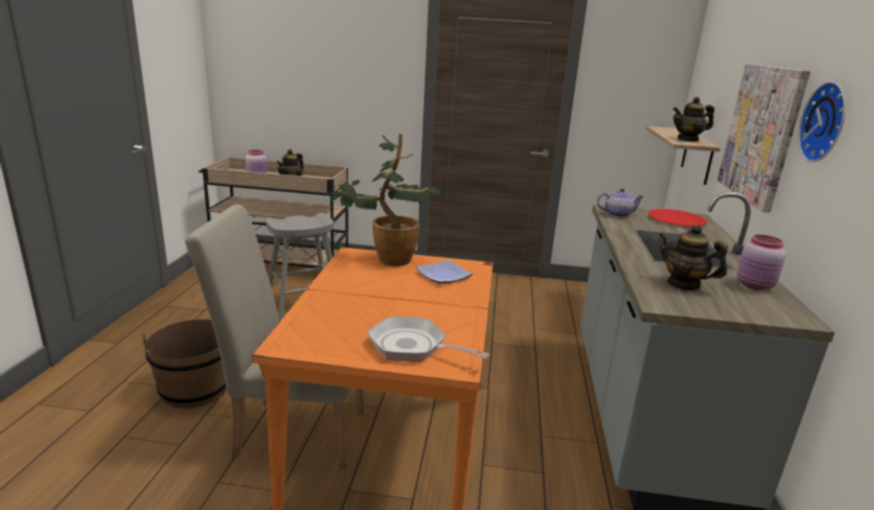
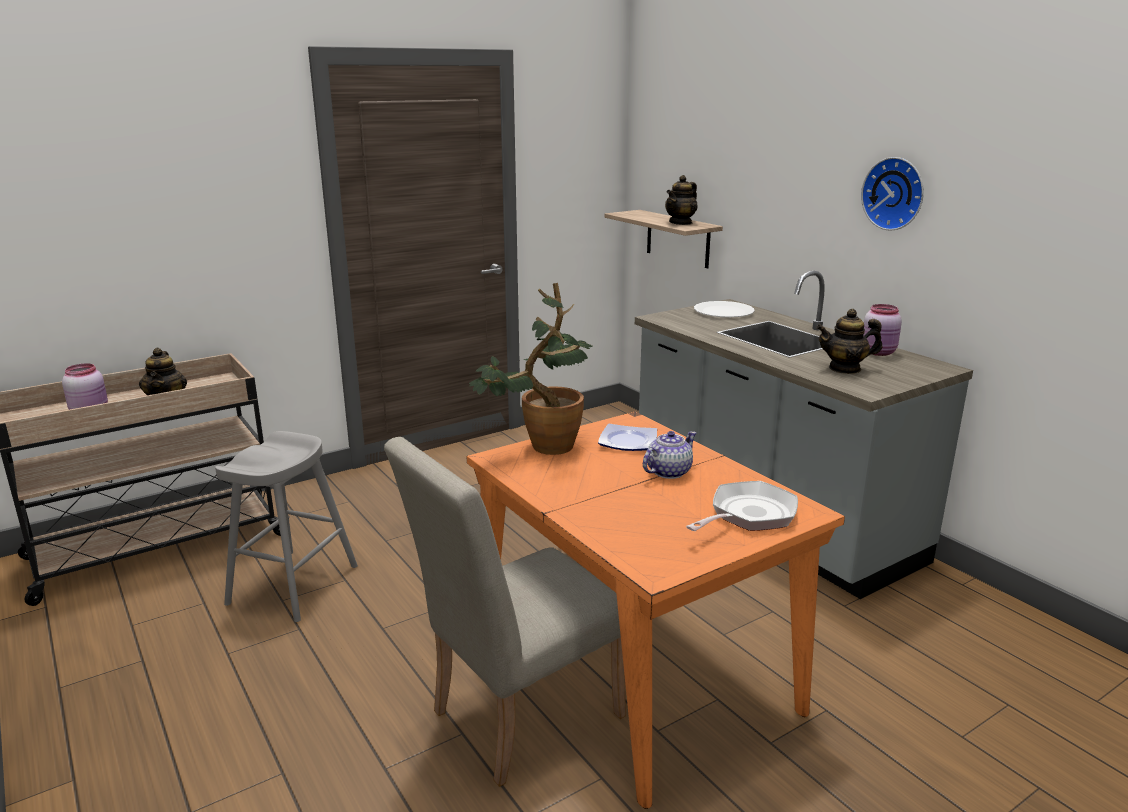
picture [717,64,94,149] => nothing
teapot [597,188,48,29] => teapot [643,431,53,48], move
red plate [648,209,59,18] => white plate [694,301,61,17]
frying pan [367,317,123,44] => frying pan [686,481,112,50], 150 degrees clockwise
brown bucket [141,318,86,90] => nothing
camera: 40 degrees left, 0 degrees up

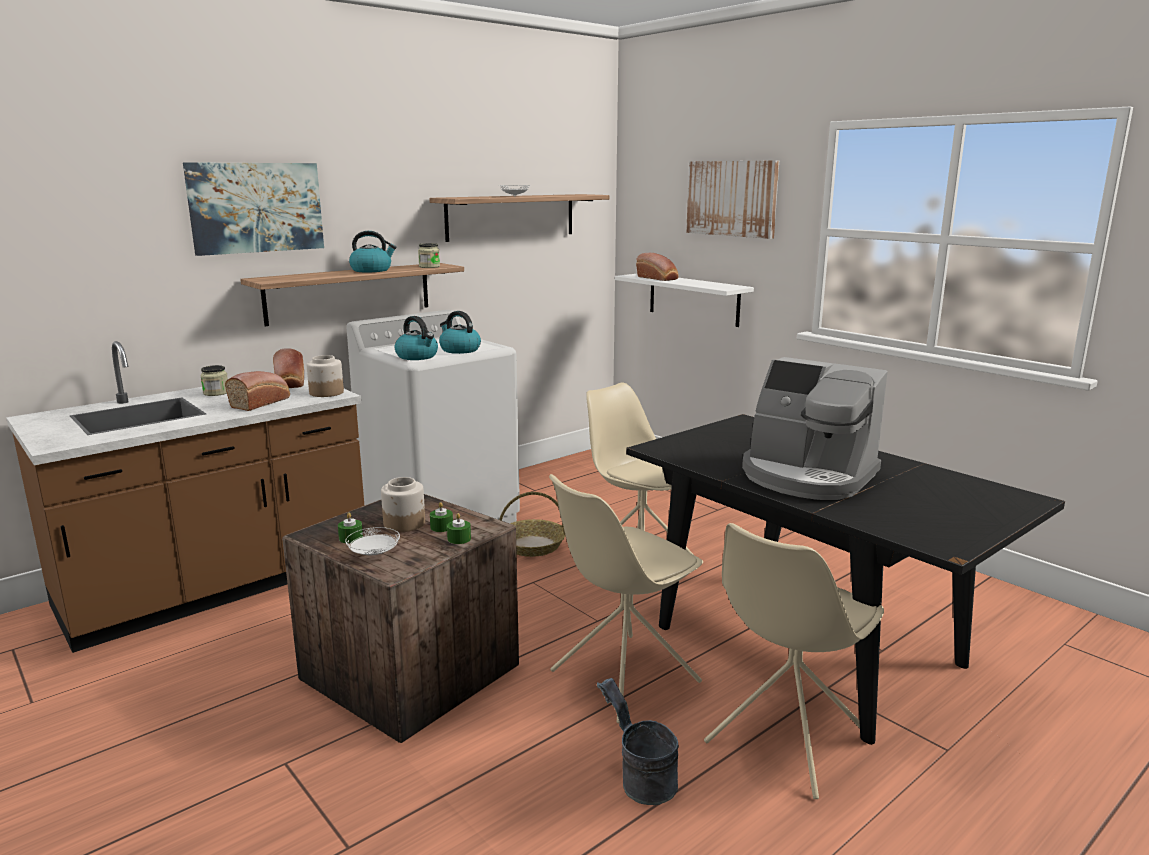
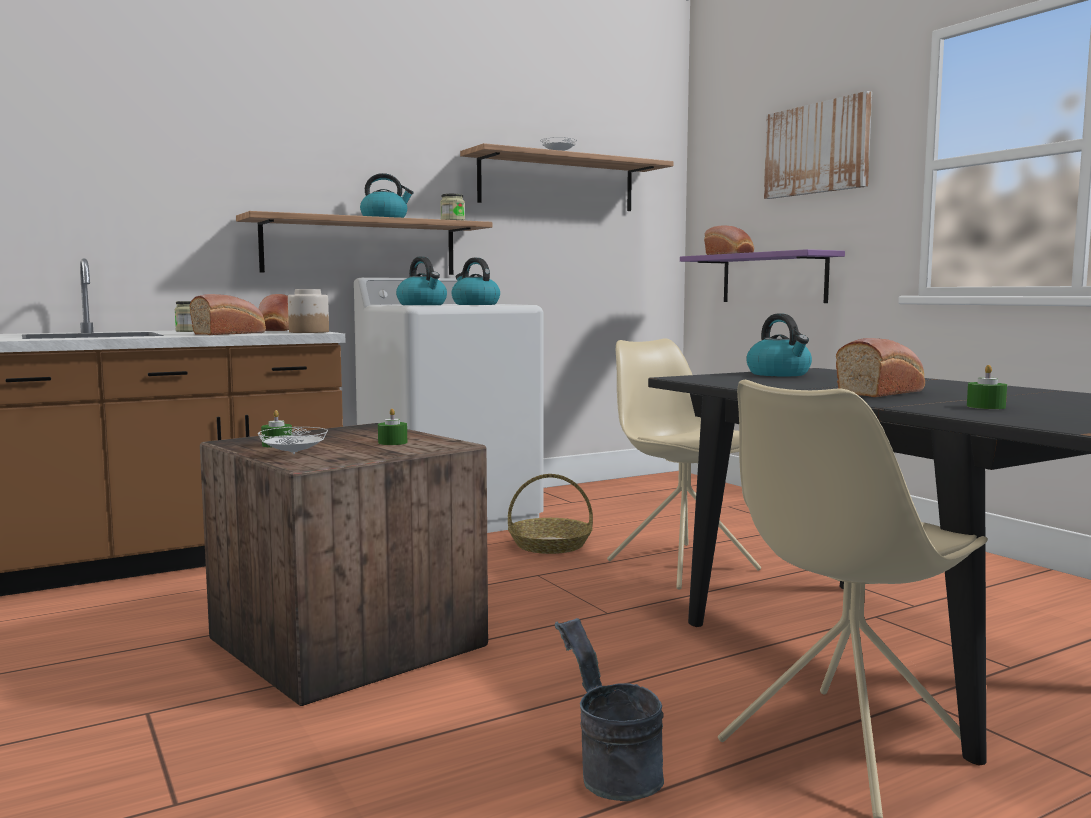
picture [183,162,141,94] => nothing
white shelf [615,274,139,53] => purple shelf [680,249,165,54]
coffee machine [742,357,146,143] => bread [836,338,89,59]
beige chair [549,474,154,249] => nothing
jar [381,477,44,55] => nothing
green candle [447,513,24,31] => green candle [967,365,40,44], move
nothing => kettle [746,313,66,63]
camera: 10 degrees right, 10 degrees down

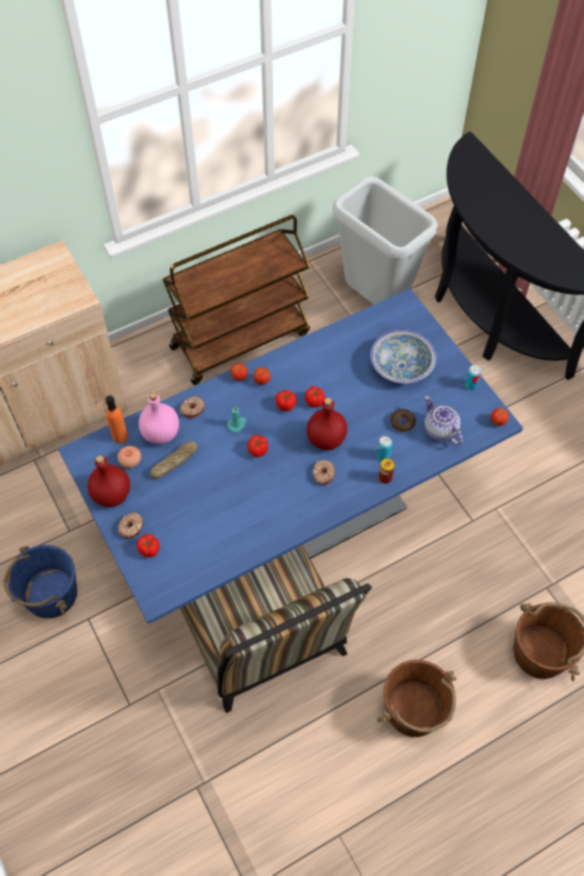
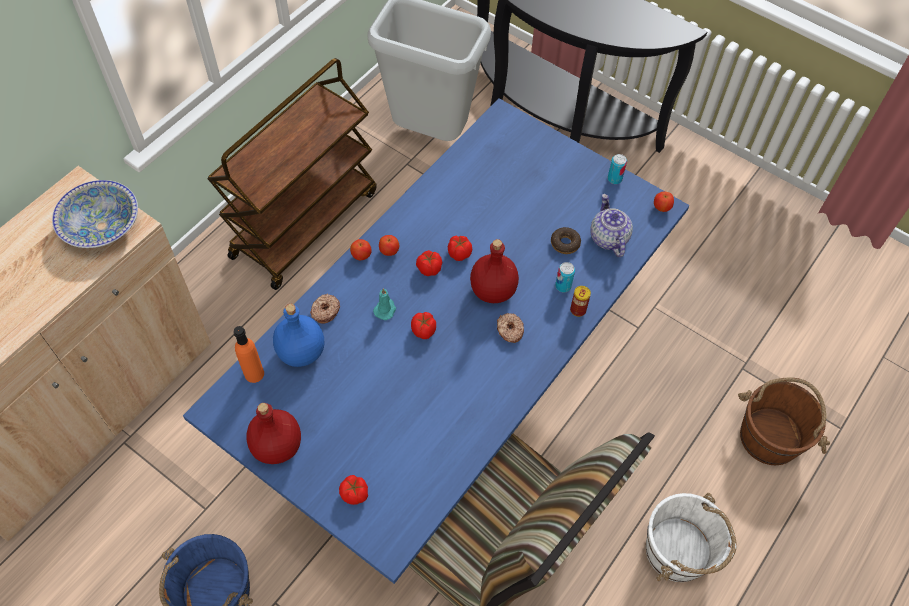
bowl [371,330,65,53] => bowl [52,180,86,68], move
pink bottle [139,392,40,52] => blue bottle [273,304,51,63]
teapot [424,396,39,49] => teapot [590,194,43,63], 45 degrees clockwise
bread [150,441,48,38] => nothing
tomato [118,446,23,22] => nothing
donut [118,512,25,27] => nothing
brown bucket [377,660,79,77] => white bucket [646,493,91,89]
camera: 25 degrees left, 0 degrees up

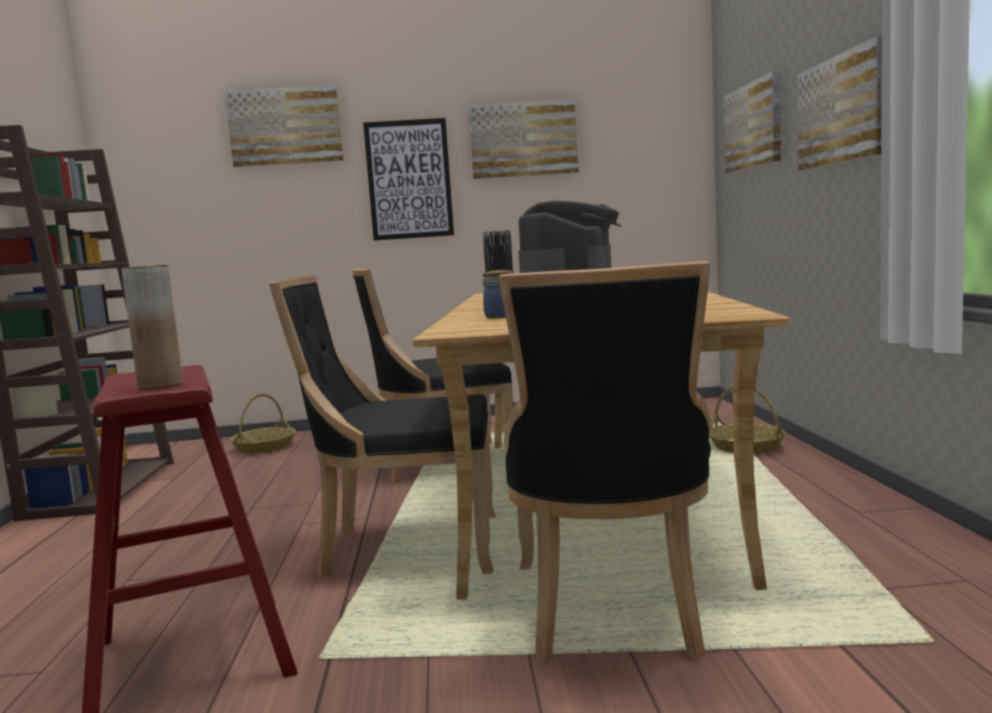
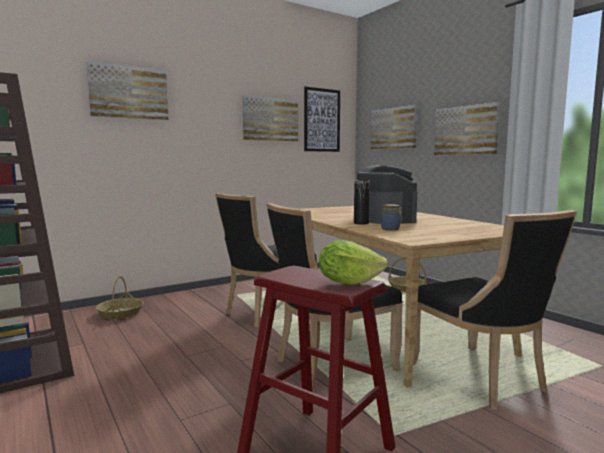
picture [363,118,91,123] => picture [304,87,36,65], move
brown vase [121,265,62,124] => lettuce [319,240,69,45]
camera: 30 degrees left, 0 degrees up

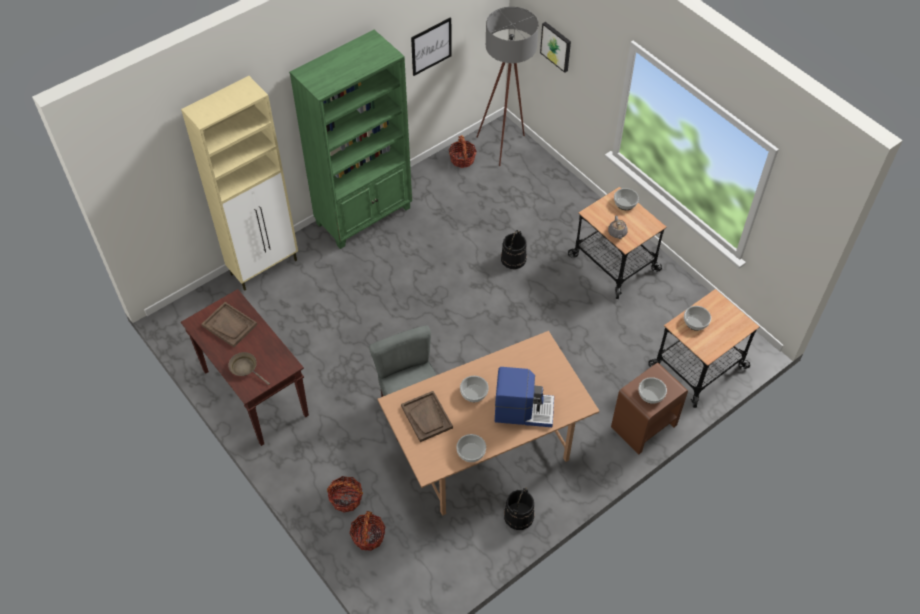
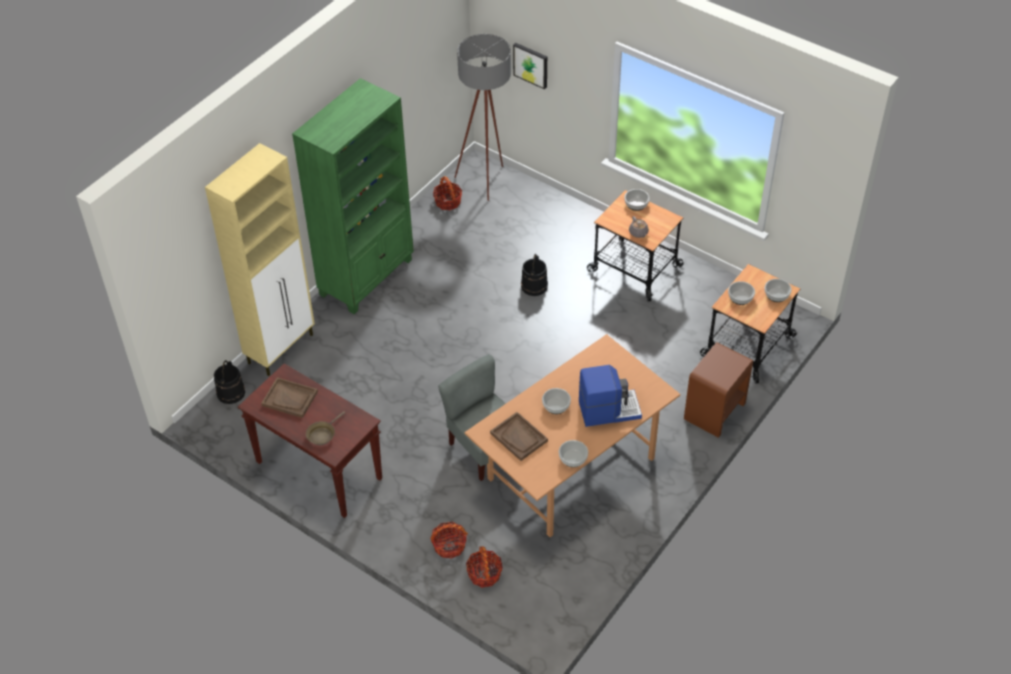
picture [411,17,41,59] => nothing
brown frying pan [228,352,42,33] => brown frying pan [306,411,39,34], 75 degrees counterclockwise
bowl [639,377,28,27] => bowl [765,279,27,23], move
black bucket [504,487,30,43] => black bucket [214,360,31,44], move
camera: 15 degrees left, 5 degrees down

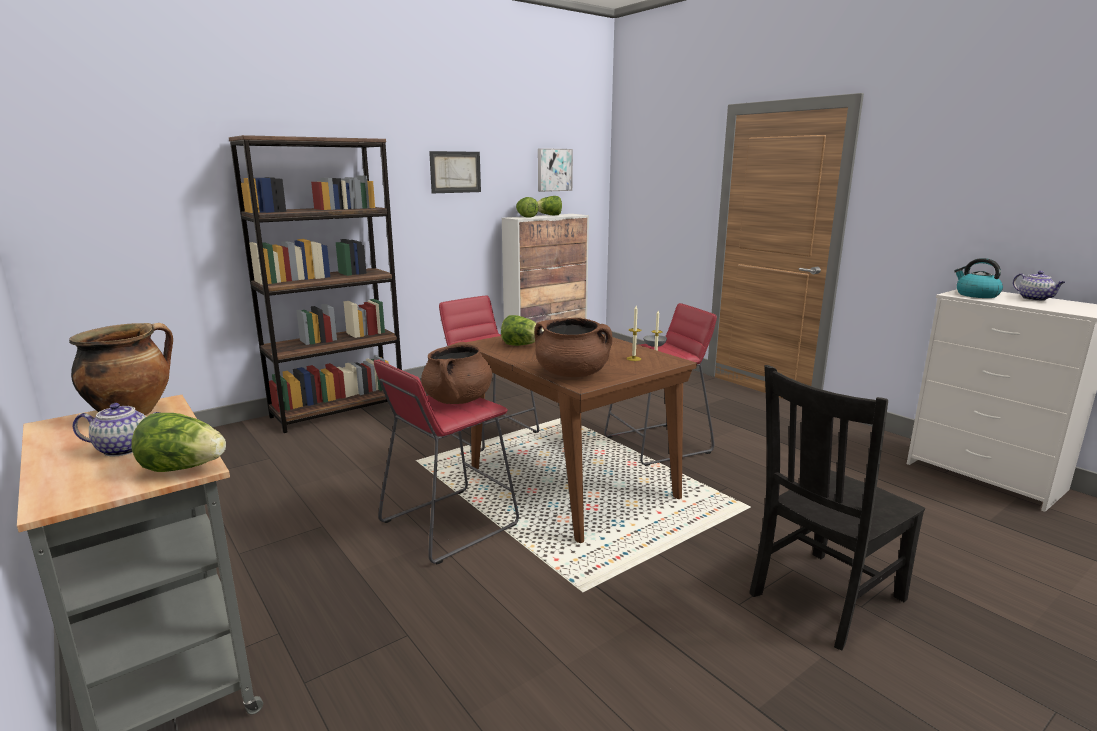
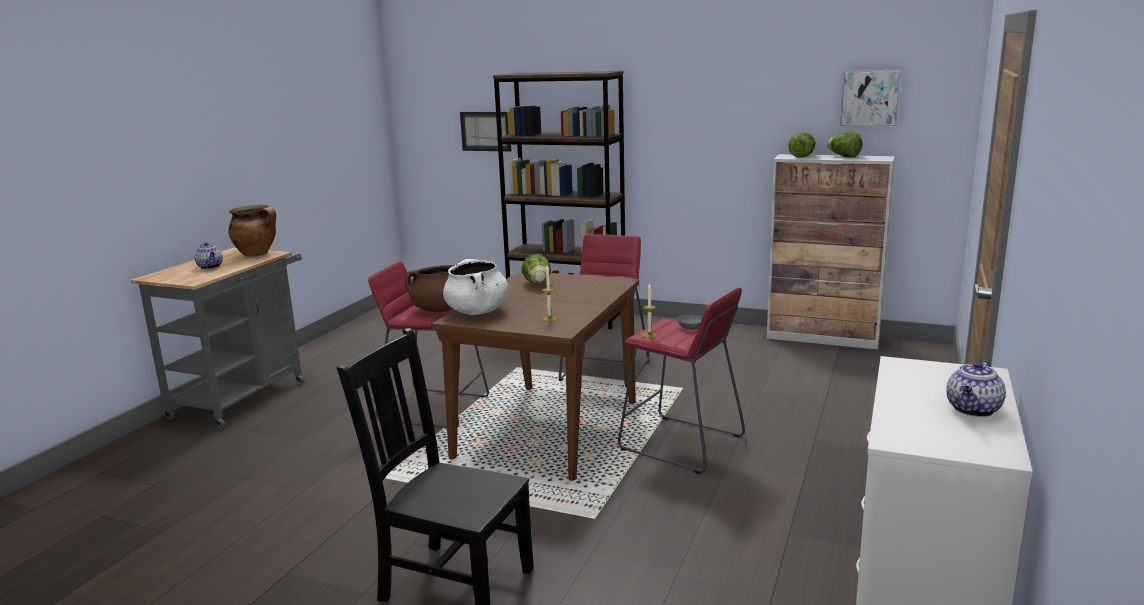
picture [429,151,52,42] => picture [460,112,51,40], move
kettle [954,258,49,40] => nothing
brown cooking pot [535,318,78,59] => white cooking pot [443,259,65,56]
lettuce [131,413,95,59] => nothing
camera: 60 degrees right, 0 degrees up

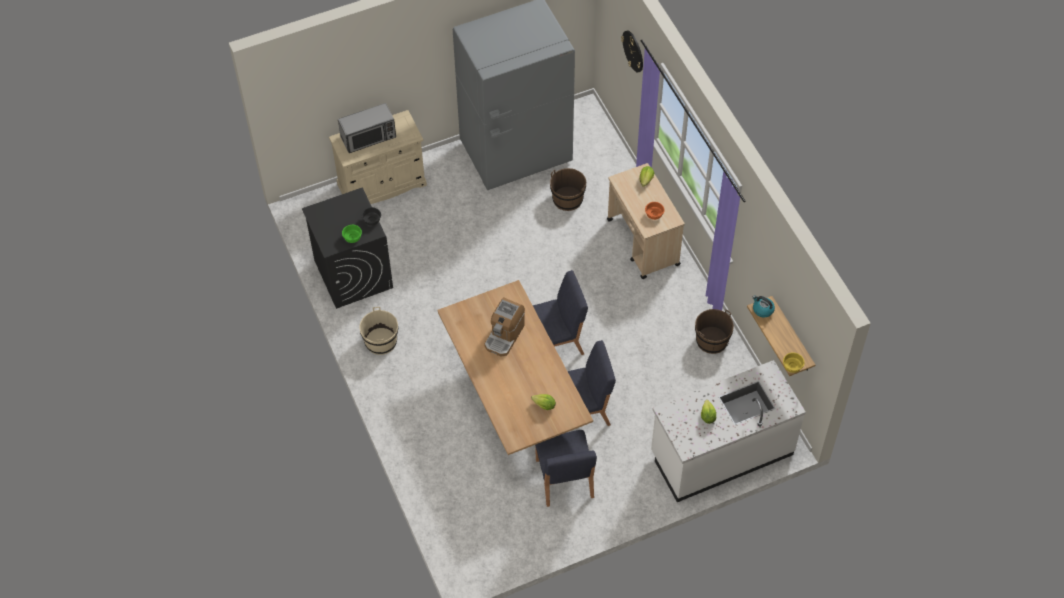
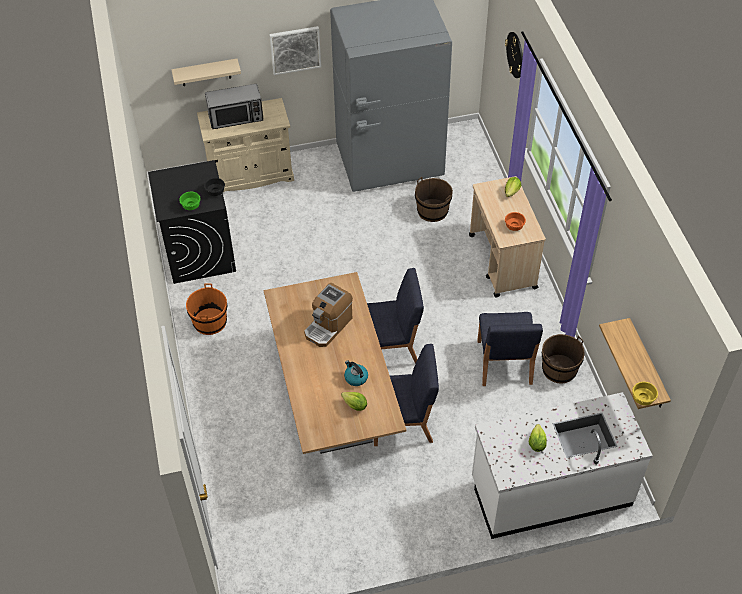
kettle [752,295,23,22] => kettle [344,360,24,26], move
beige bucket [360,307,38,48] => orange bucket [186,283,41,52]
blue chair [535,430,62,77] => blue chair [477,312,66,74], move
nothing => picture [269,26,52,49]
nothing => beige shelf [171,59,70,27]
camera: 10 degrees right, 5 degrees down

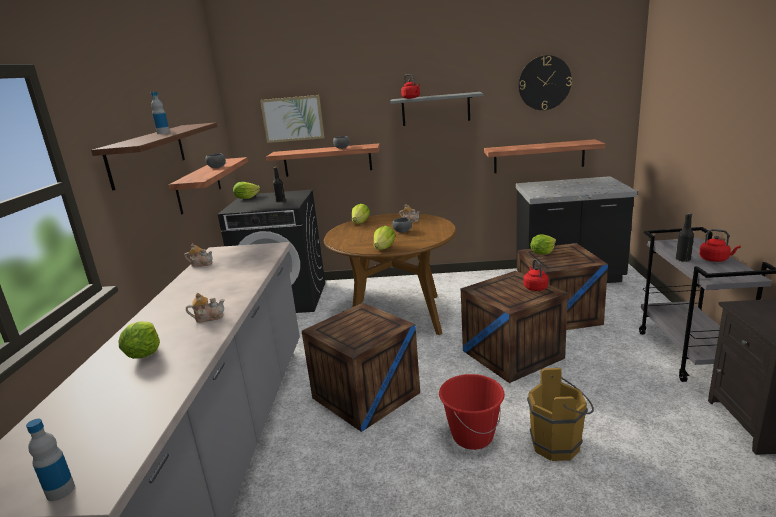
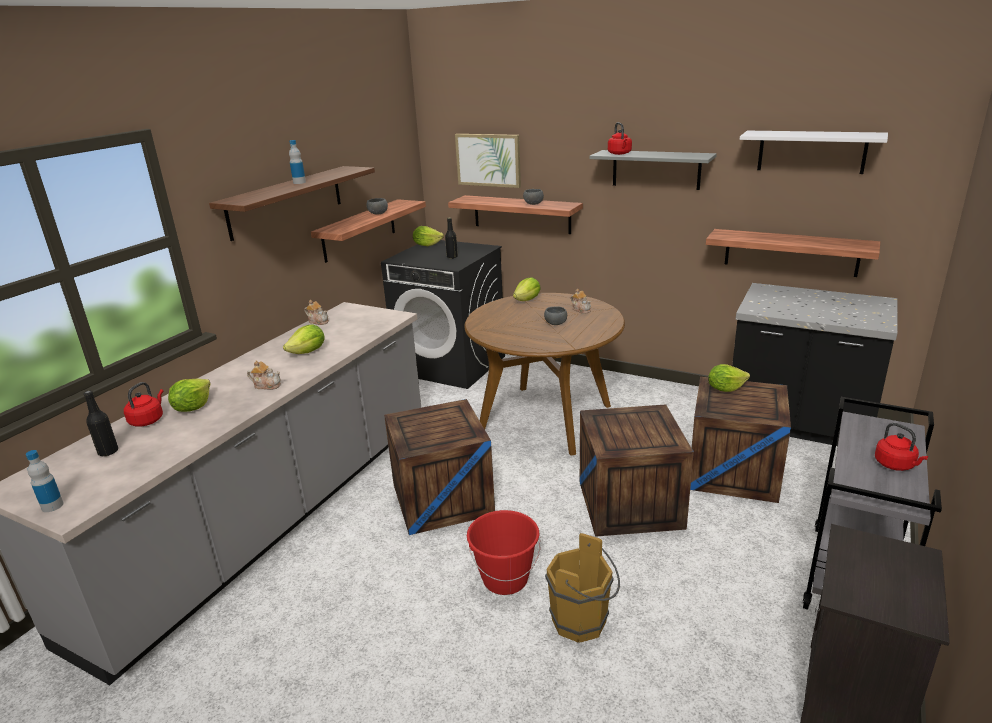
wall clock [518,55,54,55] => white shelf [740,131,148,43]
black bottle [676,213,18,49] => black bottle [84,391,34,66], move
lettuce [374,226,21,24] => lettuce [283,324,42,30], move
red kettle [524,260,24,31] => red kettle [124,382,39,45], move
camera: 25 degrees right, 5 degrees up

